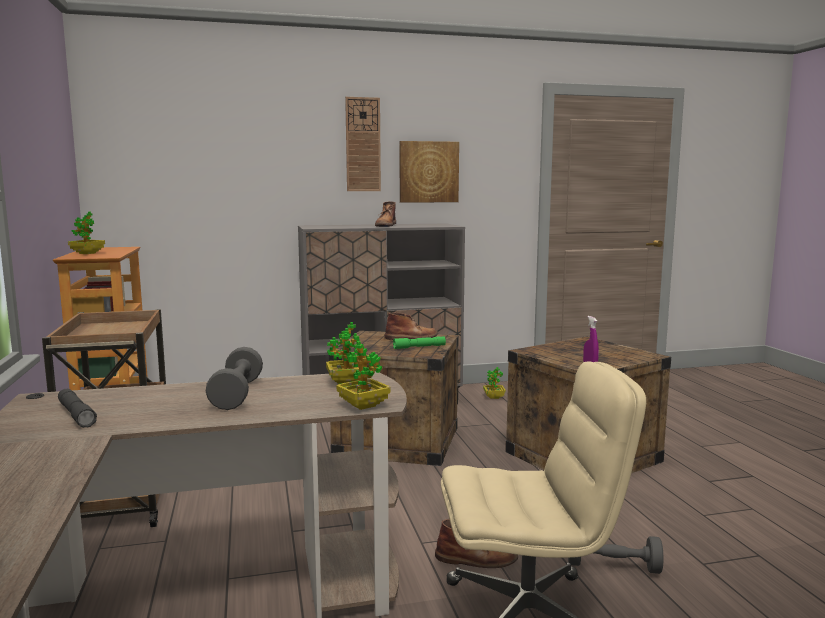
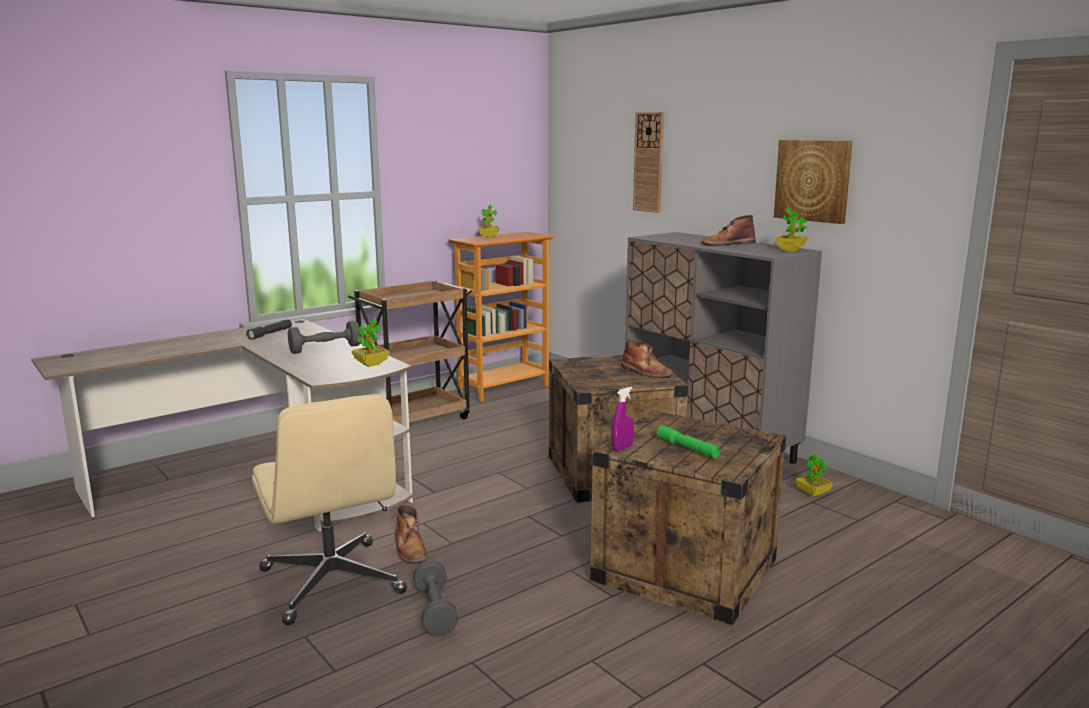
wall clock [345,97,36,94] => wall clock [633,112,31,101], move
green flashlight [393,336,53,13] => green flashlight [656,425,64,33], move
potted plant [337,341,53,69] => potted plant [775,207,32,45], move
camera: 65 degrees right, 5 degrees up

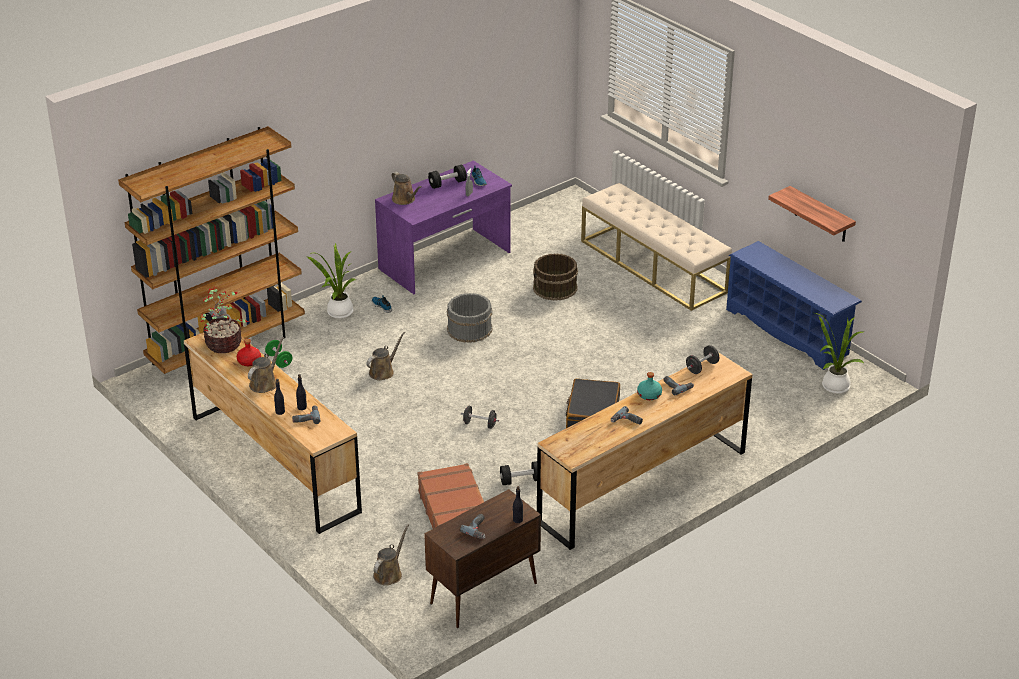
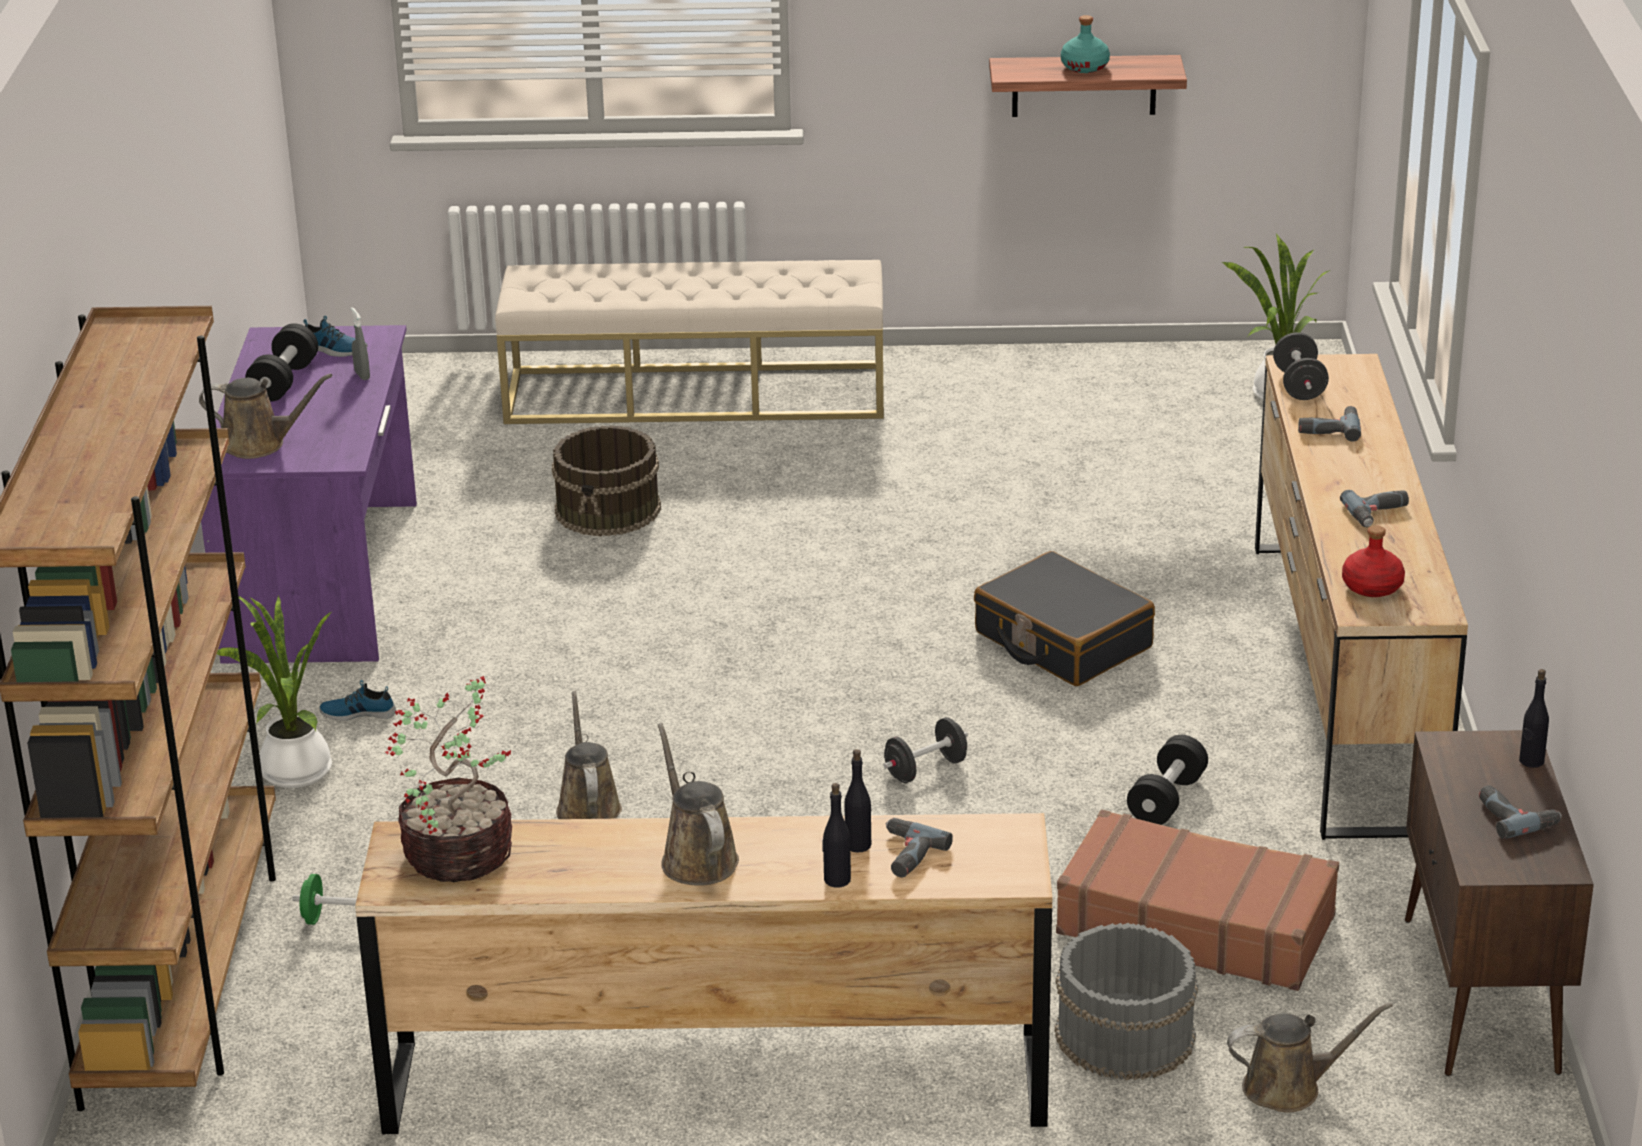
blue shoe rack [726,241,136,129] => nothing
grey bucket [447,293,45,50] => grey bucket [1055,923,144,157], move
red bottle [237,339,24,27] => red bottle [1342,525,63,72], move
turquoise bottle [637,372,25,28] => turquoise bottle [1061,15,49,58], move
brown watering can [373,524,36,61] => brown watering can [1227,1002,166,110], 105 degrees clockwise
camera: 50 degrees left, 5 degrees down

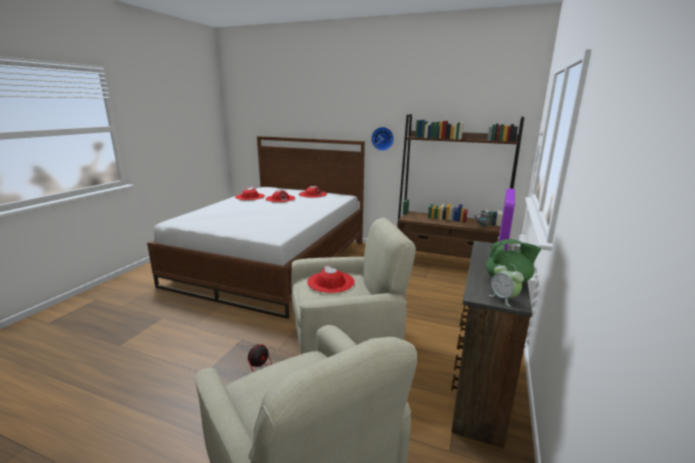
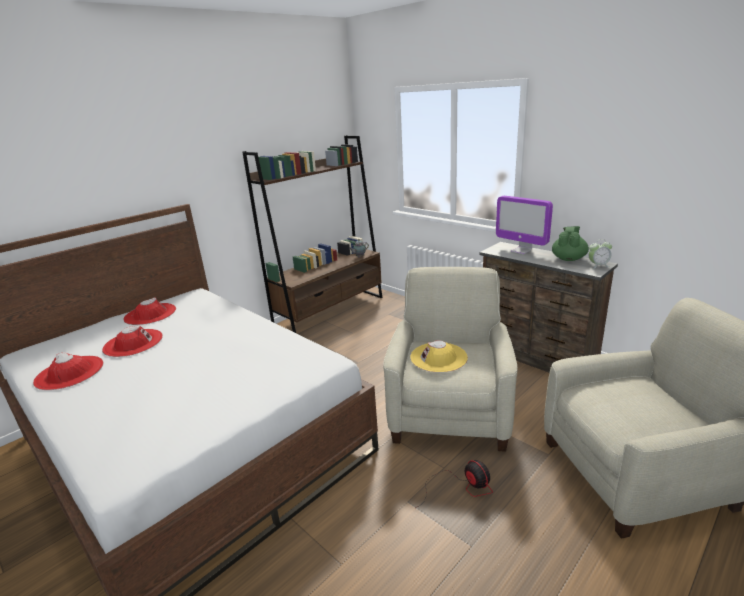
wall clock [371,127,23,24] => nothing
red hat [307,266,48,27] => yellow hat [410,341,58,32]
camera: 65 degrees left, 5 degrees up

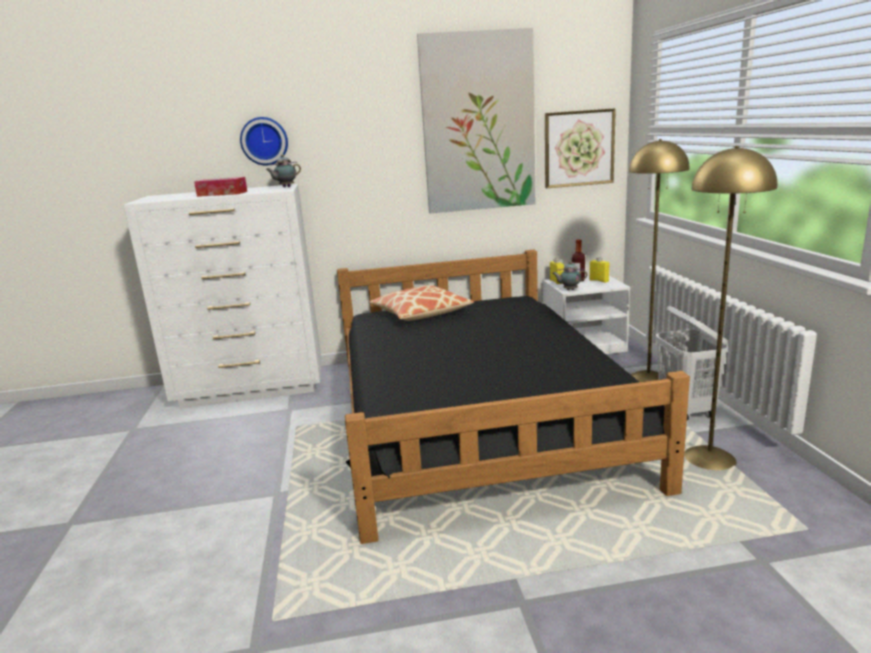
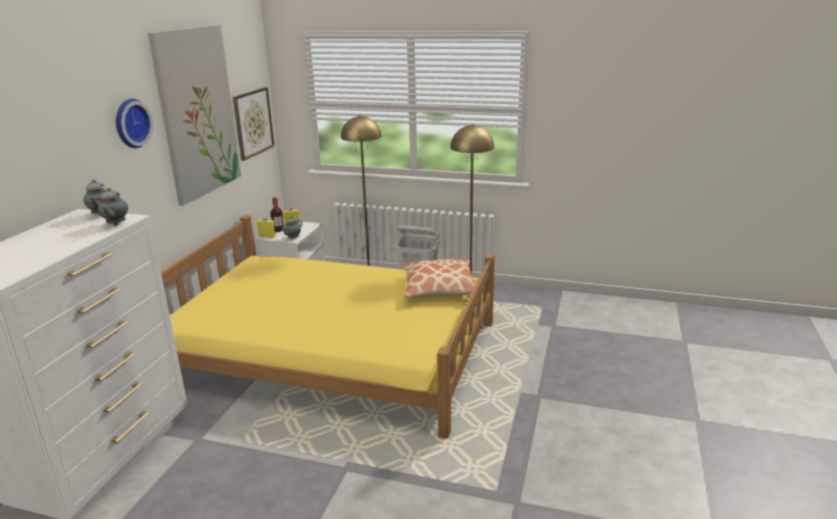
wall clock [240,117,48,48] => wall clock [116,99,37,49], move
tissue box [194,177,53,20] => nothing
black bed [337,250,353,294] => yellow bed [161,215,334,224]
pillow [369,285,105,36] => pillow [403,259,73,39], move
nothing => teapot [98,188,30,38]
camera: 65 degrees left, 5 degrees up

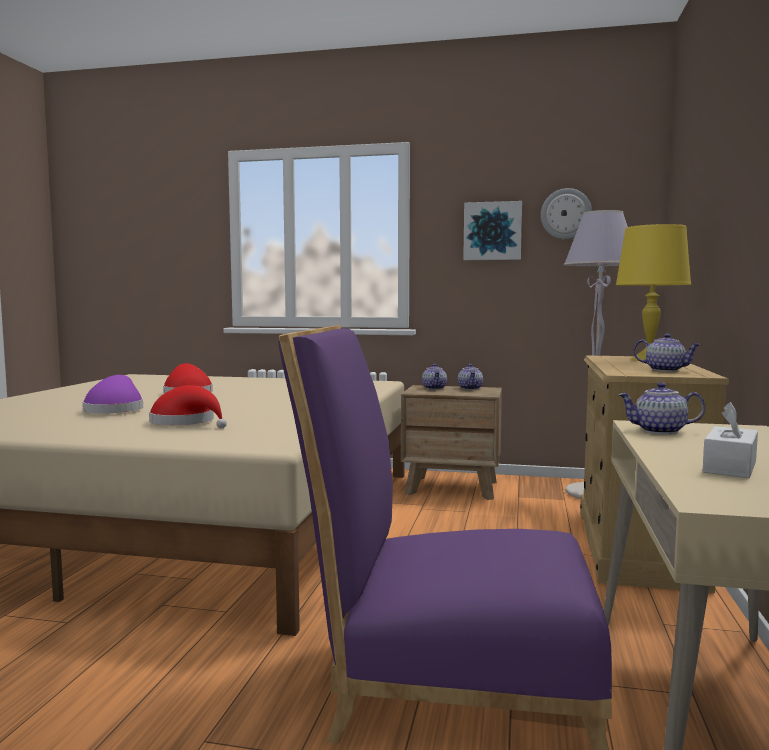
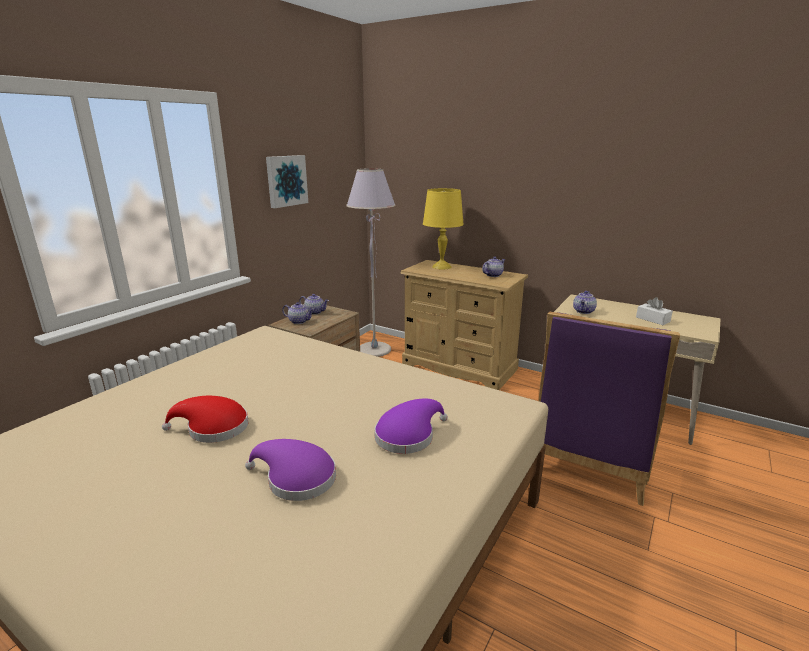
wall clock [541,188,51,51] => nothing
red hat [149,385,78,44] => purple hat [374,399,74,55]
camera: 70 degrees left, 15 degrees up

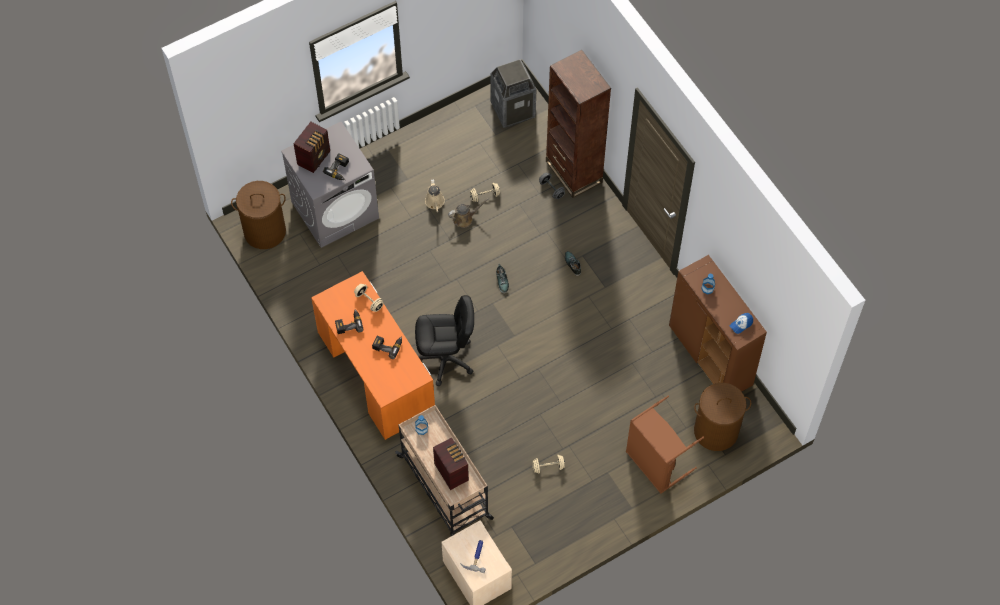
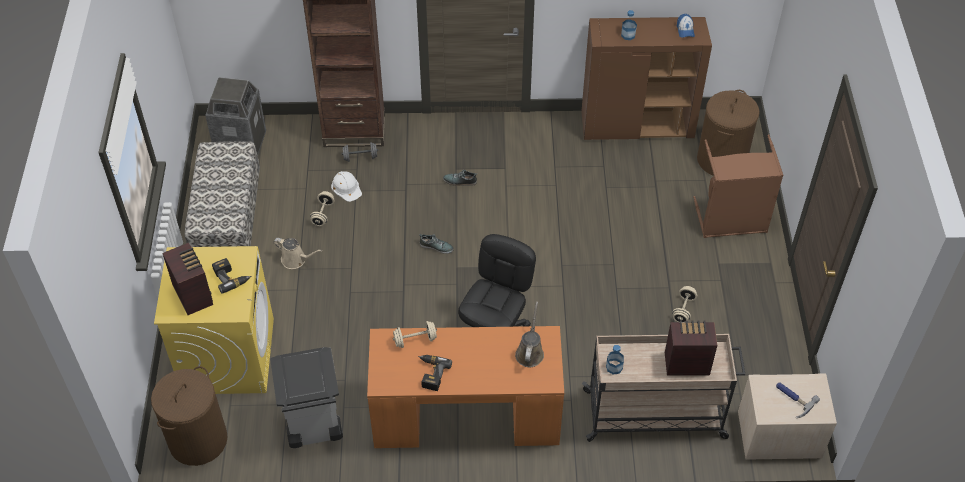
grey washing machine [281,122,98,126] => yellow washing machine [154,246,120,148]
brown watering can [448,198,41,30] => brown watering can [515,301,29,66], move
power drill [372,336,30,23] => nothing
nothing => bench [185,142,75,105]
nothing => white hard hat [331,171,31,31]
nothing => grey trash can [270,347,73,101]
camera: 60 degrees left, 10 degrees down

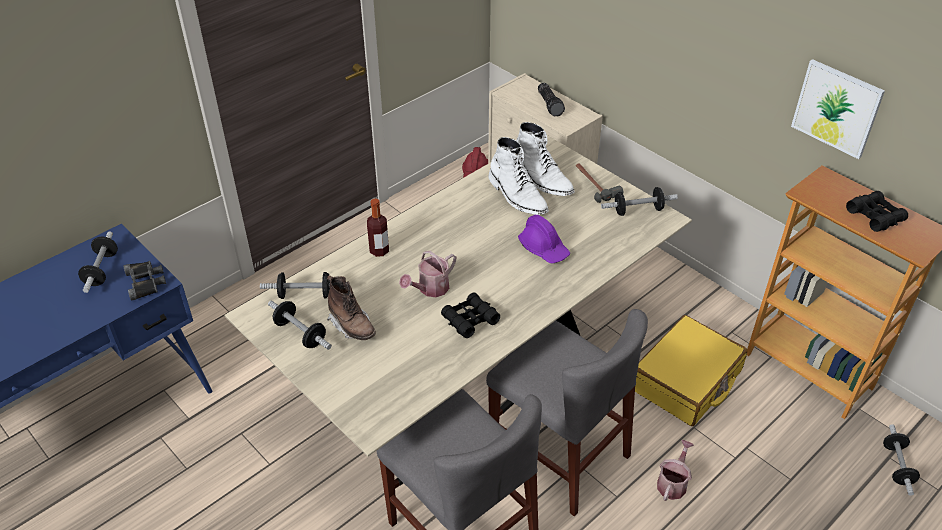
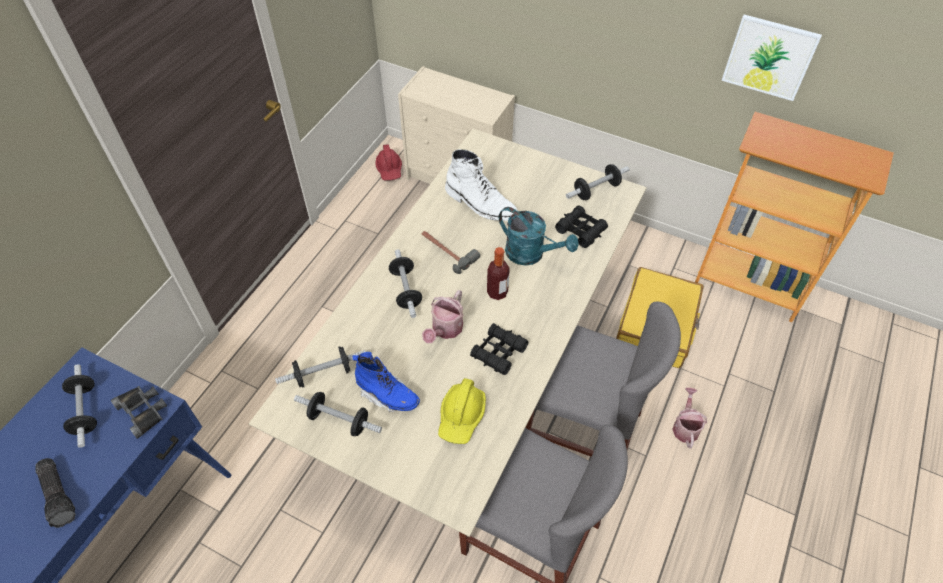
flashlight [538,83,27,34] => flashlight [35,458,41,70], move
white boot [516,122,58,74] => nothing
hammer [576,163,47,40] => hammer [422,231,58,43], move
black binoculars [846,191,62,41] => black binoculars [555,205,53,43], move
bottle [367,199,22,58] => bottle [487,247,23,53], move
purple hard hat [518,215,52,48] => turquoise watering can [499,207,80,59]
brown boot [327,275,49,65] => blue boot [353,352,67,60]
dumbbell [883,424,37,72] => dumbbell [389,249,33,69], move
nothing => yellow hard hat [438,378,48,66]
camera: 20 degrees left, 10 degrees up

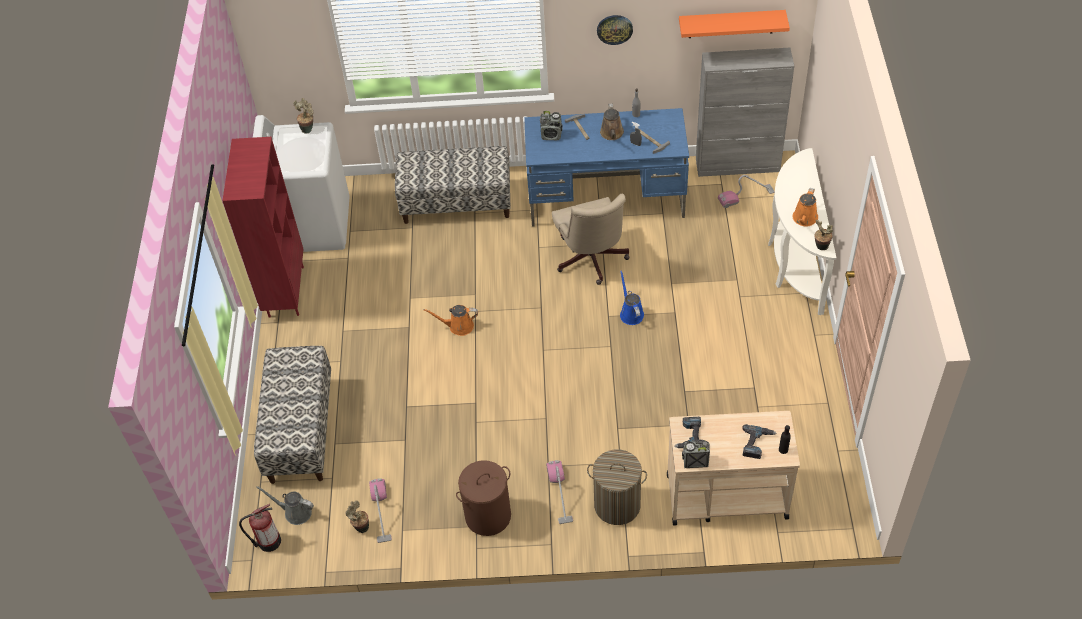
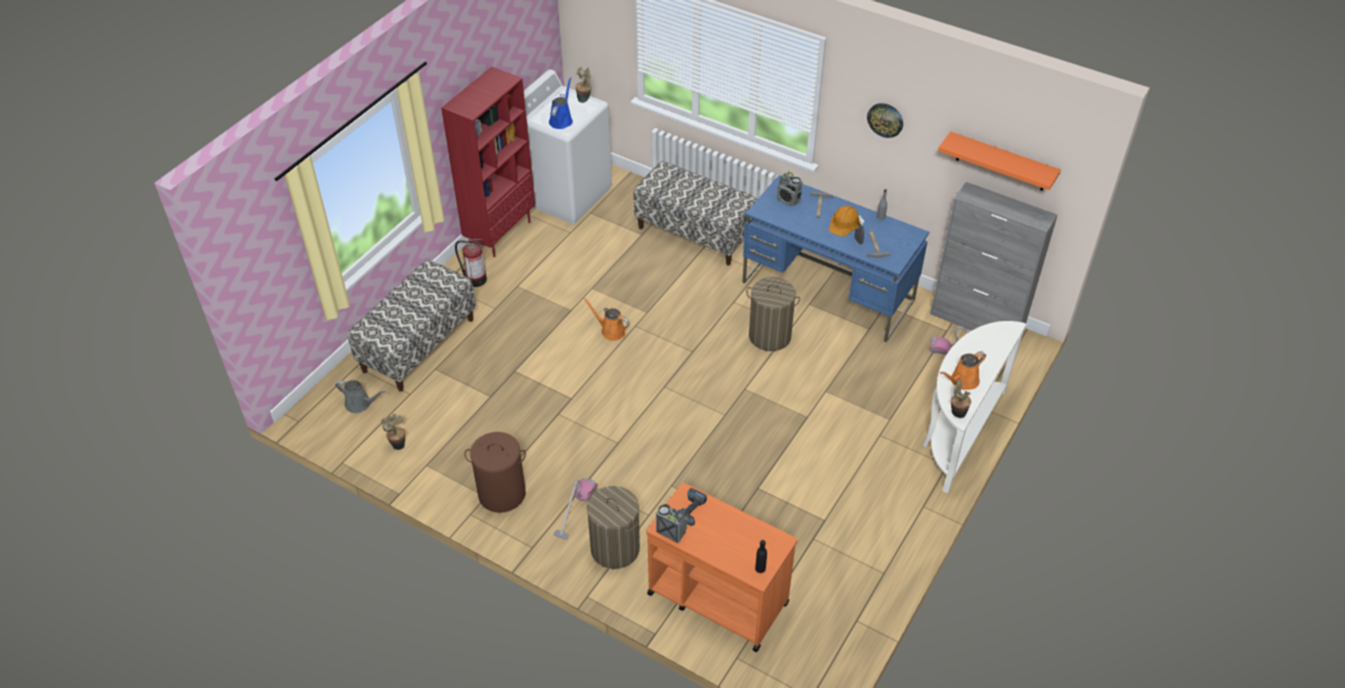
brown watering can [600,103,24,37] => orange hard hat [829,206,31,31]
beige office chair [552,194,78,91] => laundry basket [746,277,54,74]
blue watering can [620,270,24,55] => blue watering can [549,77,24,52], move
beige cart [667,411,133,115] => orange cart [646,483,152,169]
power drill [742,425,35,34] => nothing
vacuum cleaner [369,478,23,65] => nothing
grey watering can [256,486,58,39] => grey watering can [335,380,50,33], 150 degrees clockwise
fire extinguisher [239,504,42,48] => fire extinguisher [455,239,32,48], move
camera: 30 degrees right, 5 degrees down

